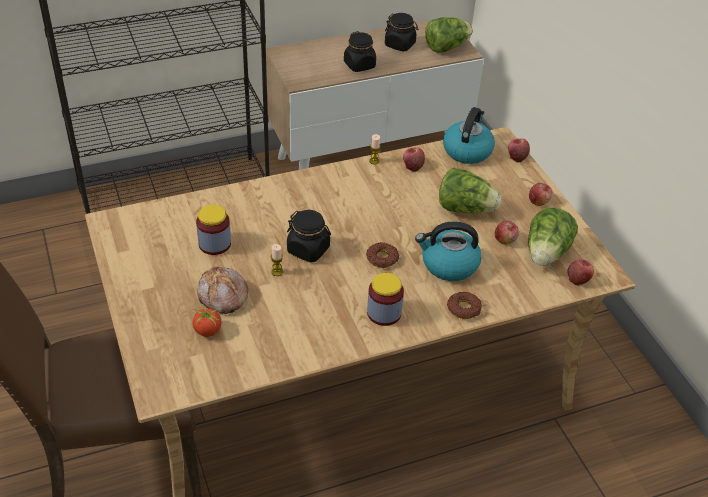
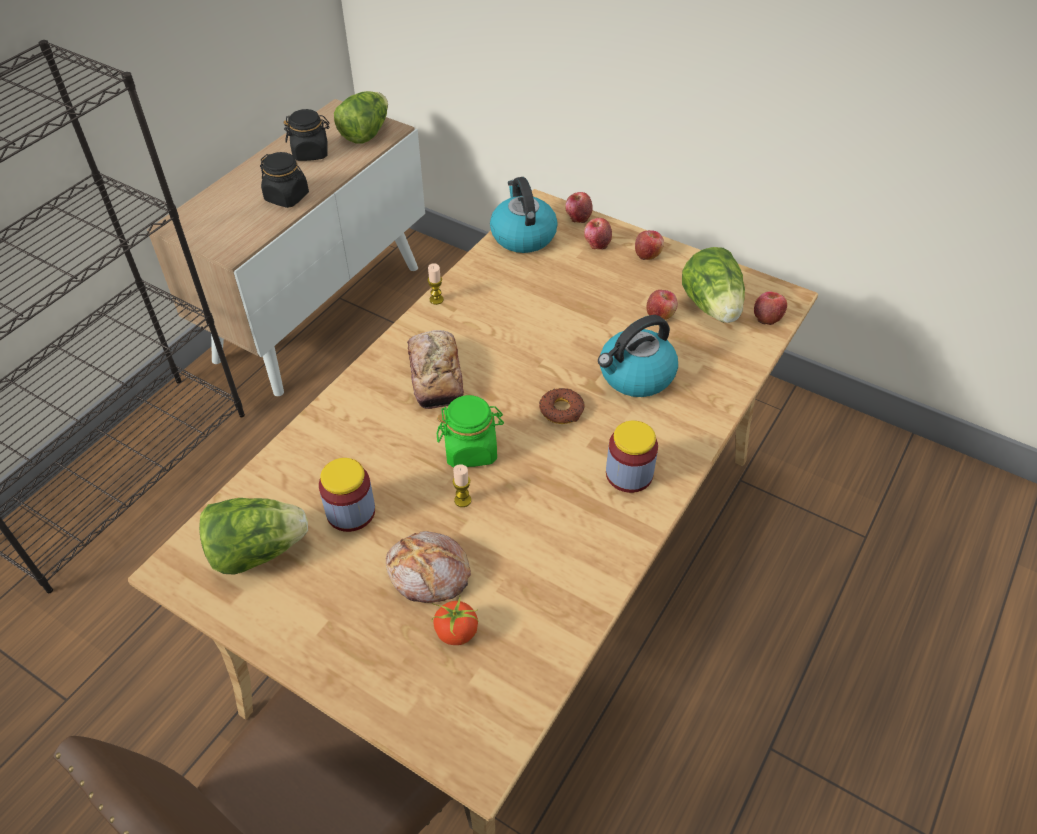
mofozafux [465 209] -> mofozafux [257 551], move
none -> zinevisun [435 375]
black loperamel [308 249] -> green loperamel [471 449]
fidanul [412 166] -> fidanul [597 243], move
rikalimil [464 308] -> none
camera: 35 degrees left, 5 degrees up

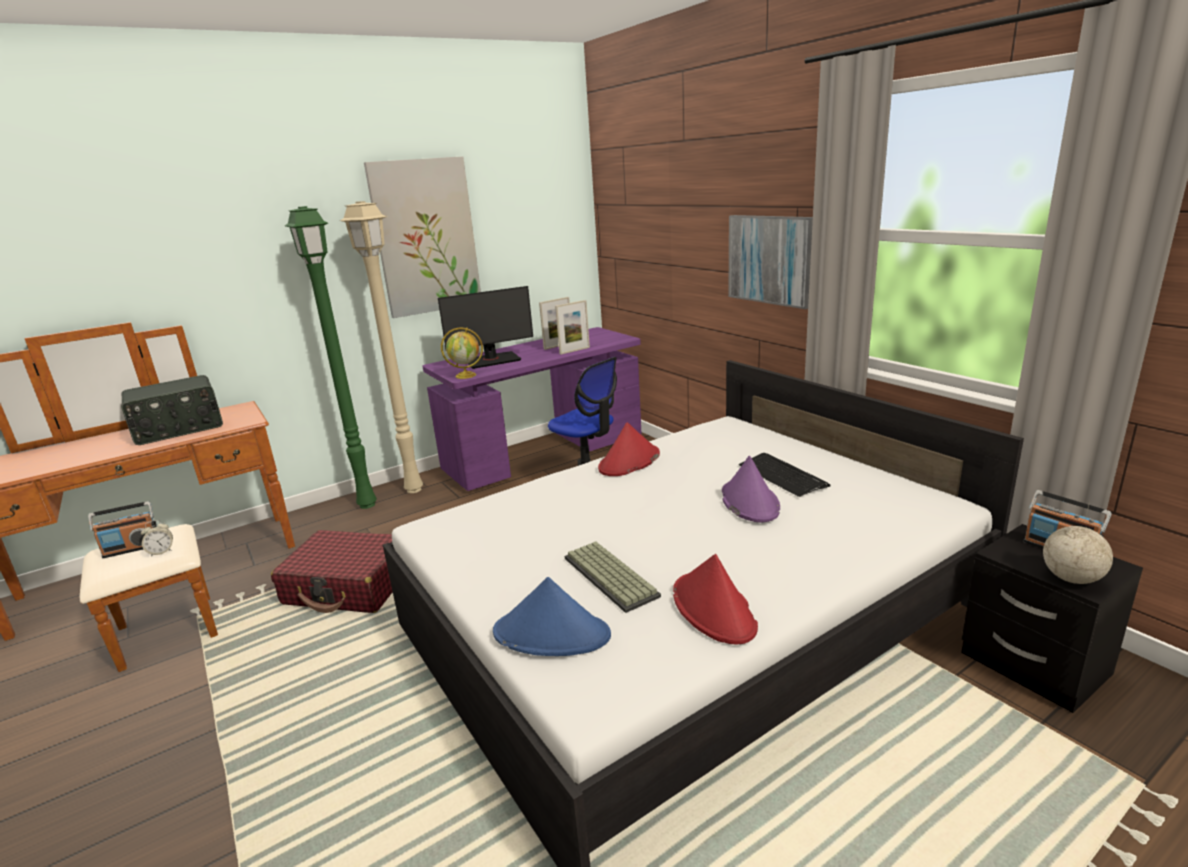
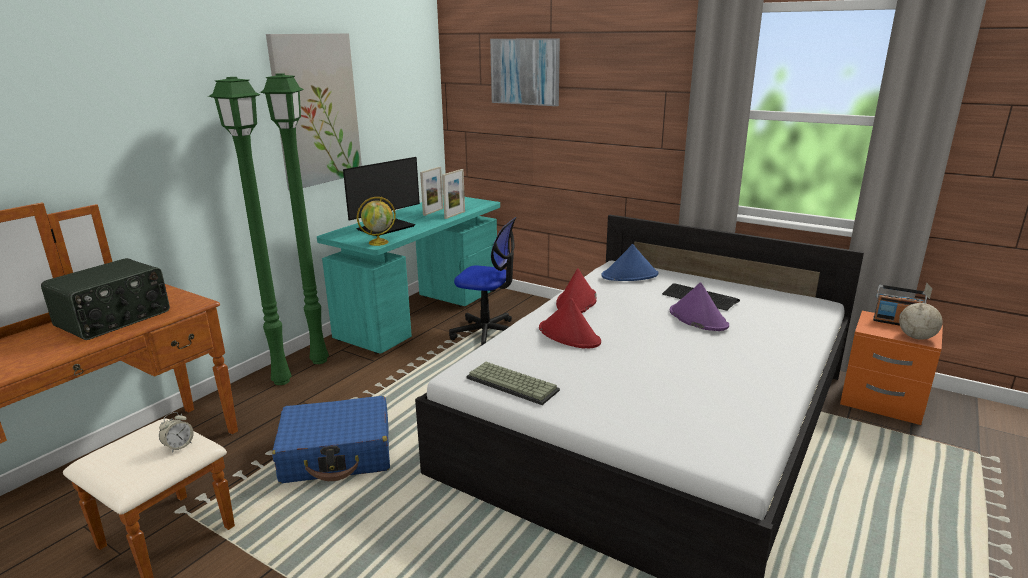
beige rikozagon [414 489] -> green rikozagon [319 360]
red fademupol [349 586] -> blue fademupol [337 453]
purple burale [544 454] -> turquoise burale [422 313]
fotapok [612 576] -> fotapok [514 384], move
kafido [770 259] -> kafido [525 71], move
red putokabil [714 609] -> red putokabil [569 335], move
blue putokabil [552 634] -> blue putokabil [630 275], move
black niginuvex [1032 665] -> orange niginuvex [881 403]
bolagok [132 548] -> none
camera: 25 degrees left, 0 degrees up

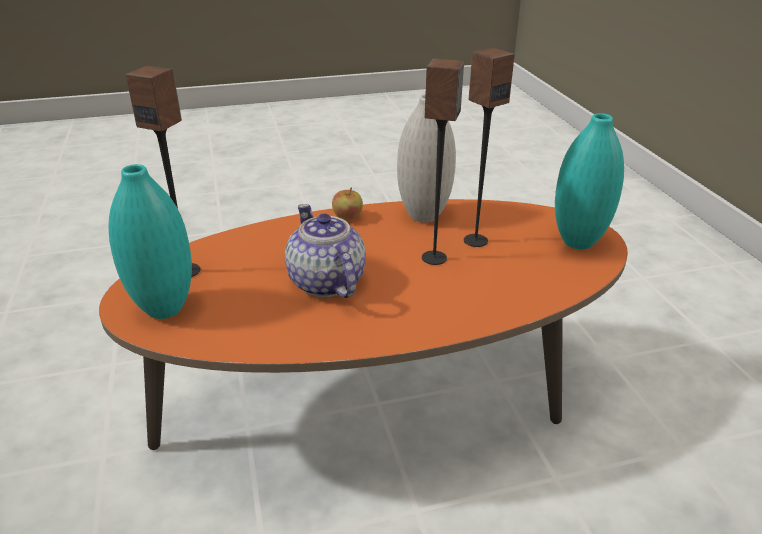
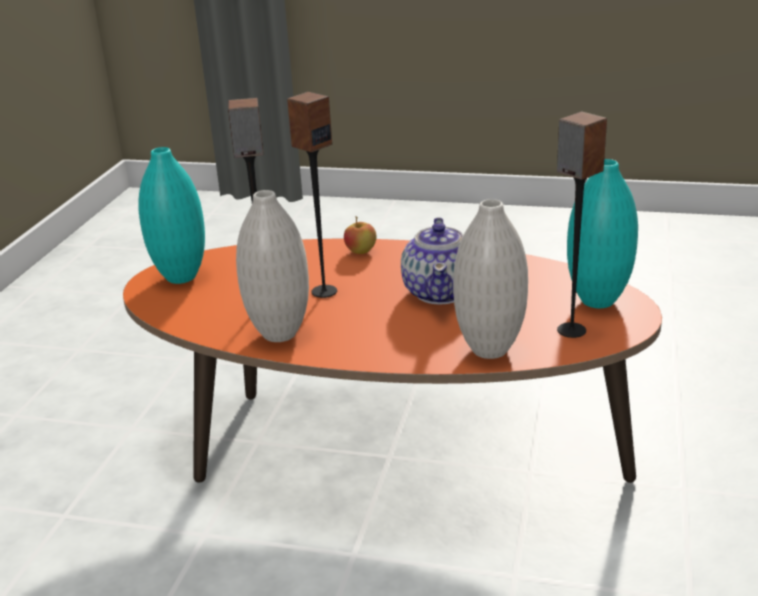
fidanul [347 217] -> fidanul [360 251], move
none -> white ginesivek [489 350]
camera: 150 degrees left, 5 degrees down

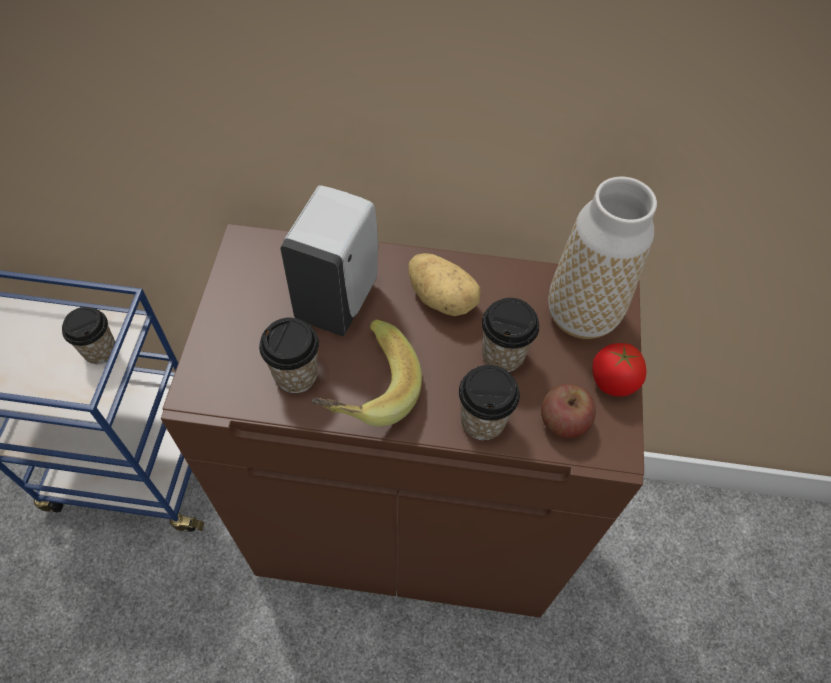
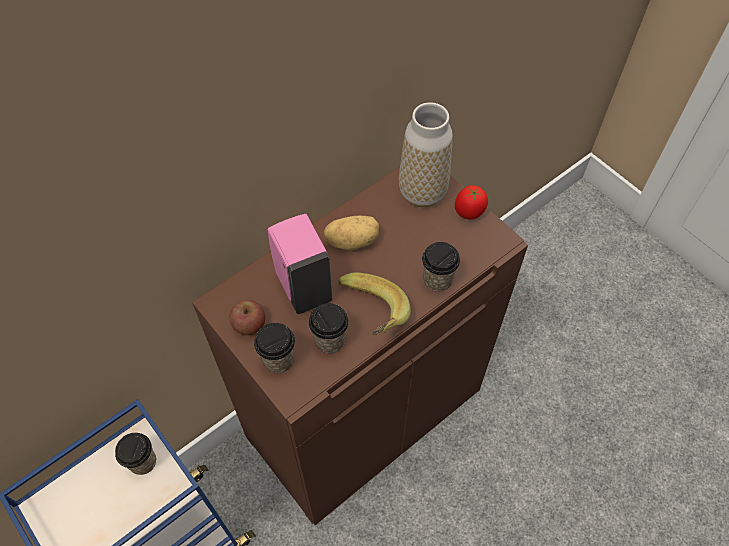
fidanul [563 421] -> fidanul [249 324], move
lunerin [503 355] -> lunerin [278 360], move
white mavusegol [339 298] -> pink mavusegol [303 286]
camera: 45 degrees left, 0 degrees up

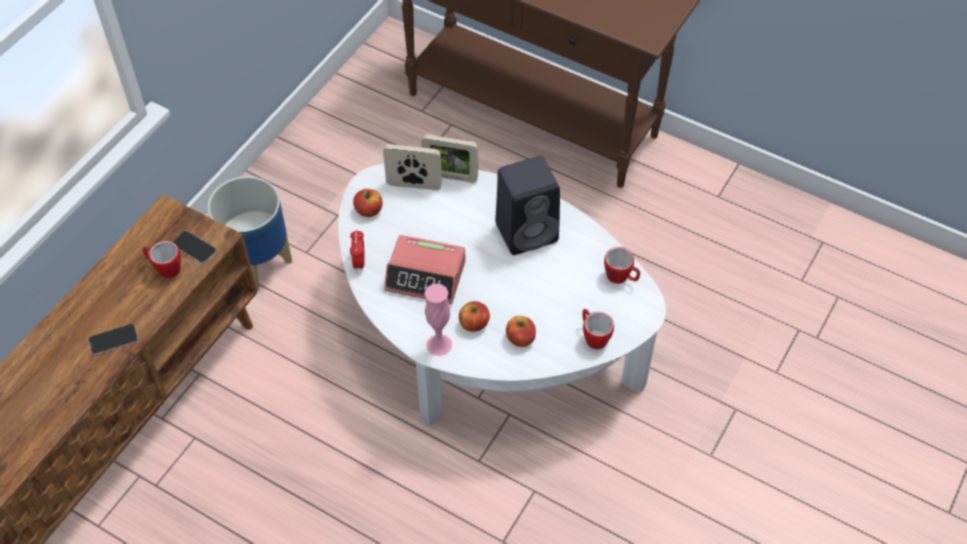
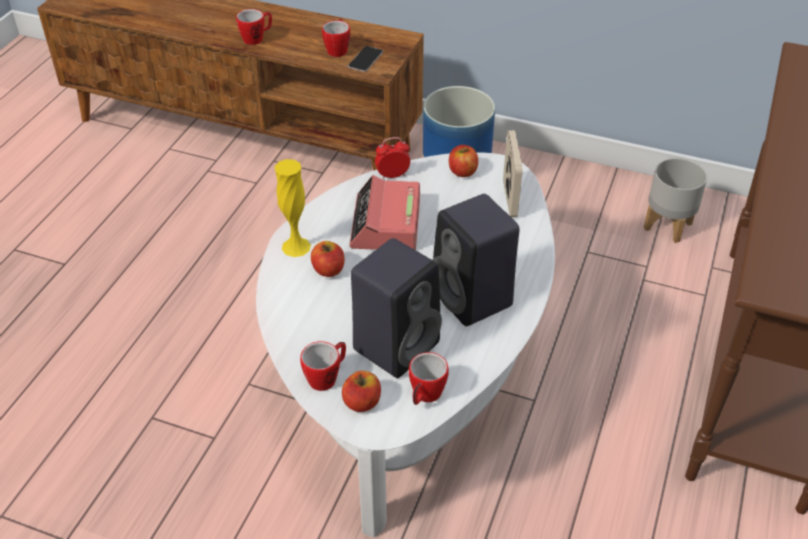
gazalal [113 340] -> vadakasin [257 38]
pink ginesivek [439 345] -> yellow ginesivek [296 247]
fidanul [520 338] -> fidanul [362 402], move
none -> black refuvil [397 344]
none -> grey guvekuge [667 226]
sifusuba [450 176] -> none
camera: 80 degrees right, 10 degrees down

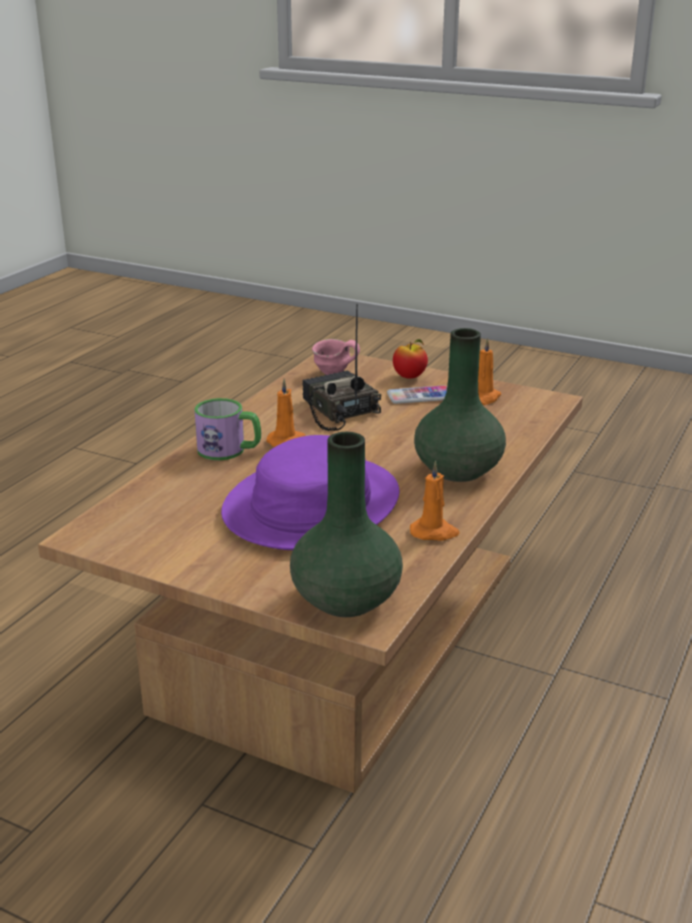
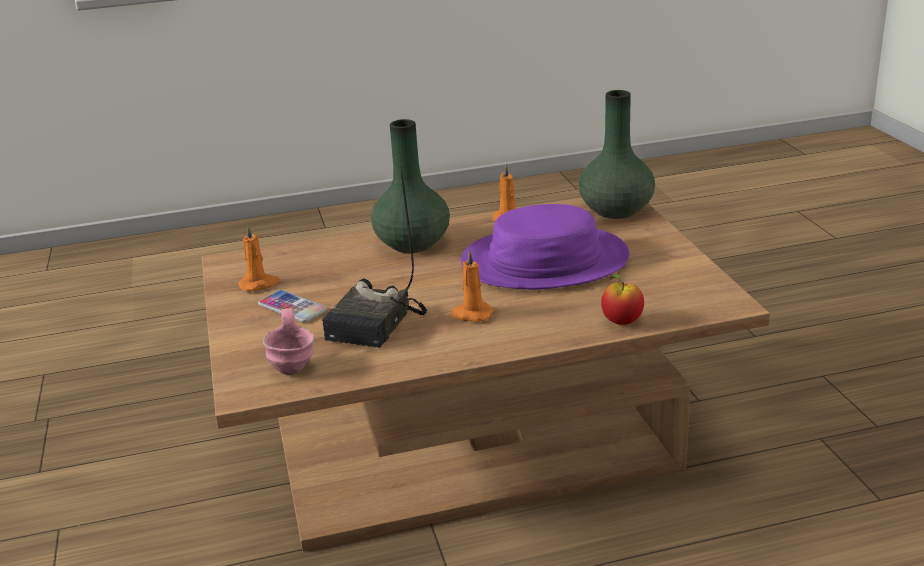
fidanul [409 377] -> fidanul [622 322], move
vadakasin [229 450] -> none
camera: 130 degrees left, 0 degrees up

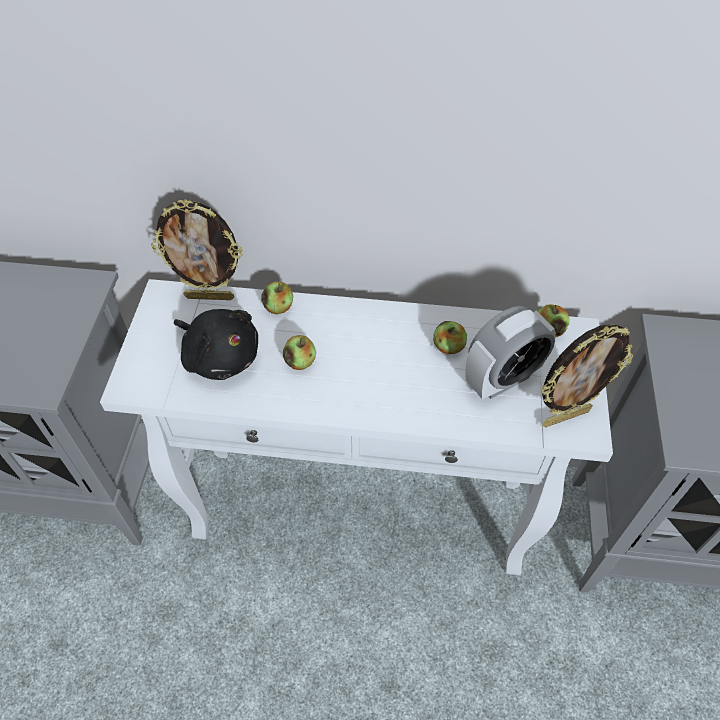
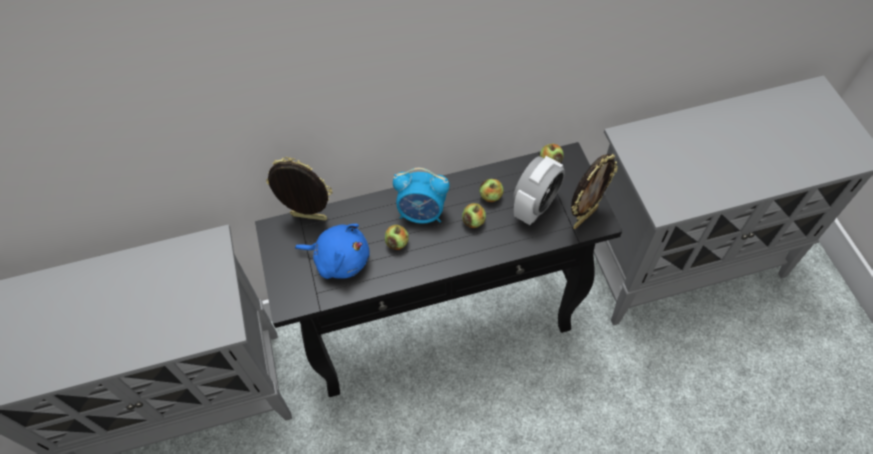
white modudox [363 507] -> black modudox [443 326]
sifusuba [210 296] -> sifusuba [308 218], 150 degrees counterclockwise
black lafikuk [220 356] -> blue lafikuk [339 259]
none -> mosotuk [422 213]
fidanul [278 307] -> fidanul [473 221], move
camera: 20 degrees left, 5 degrees up

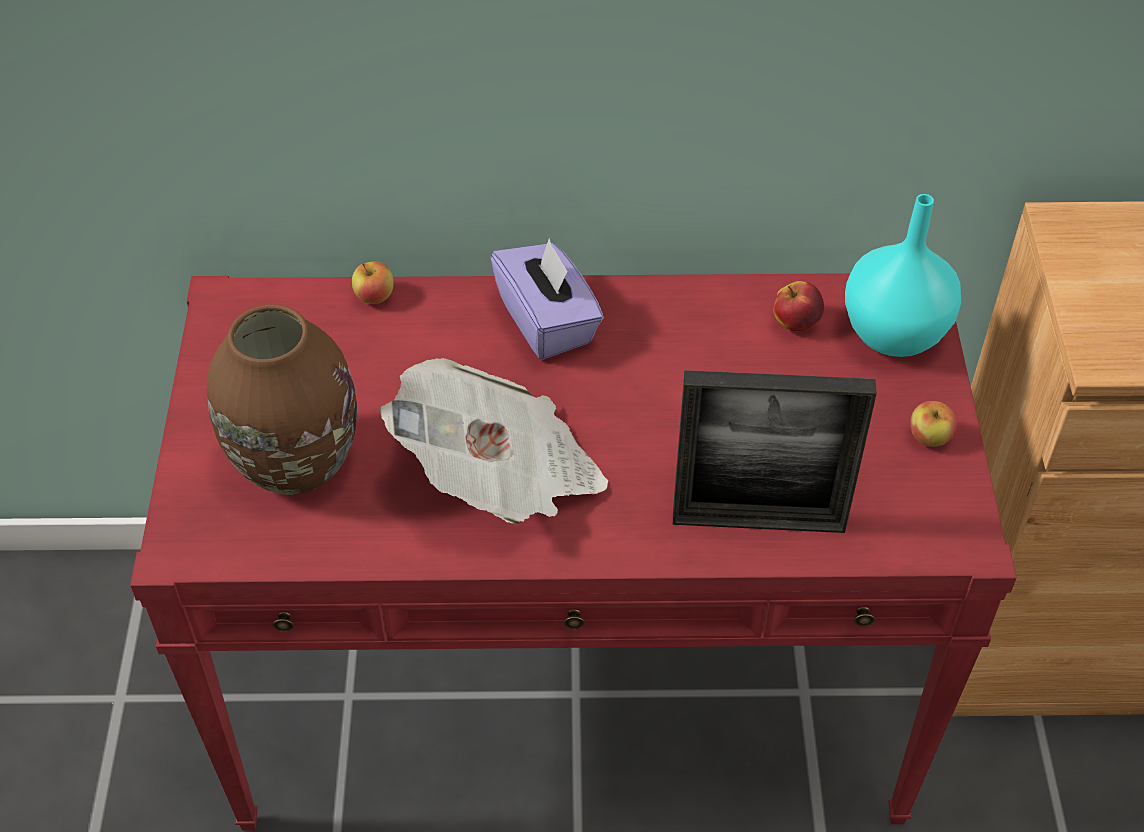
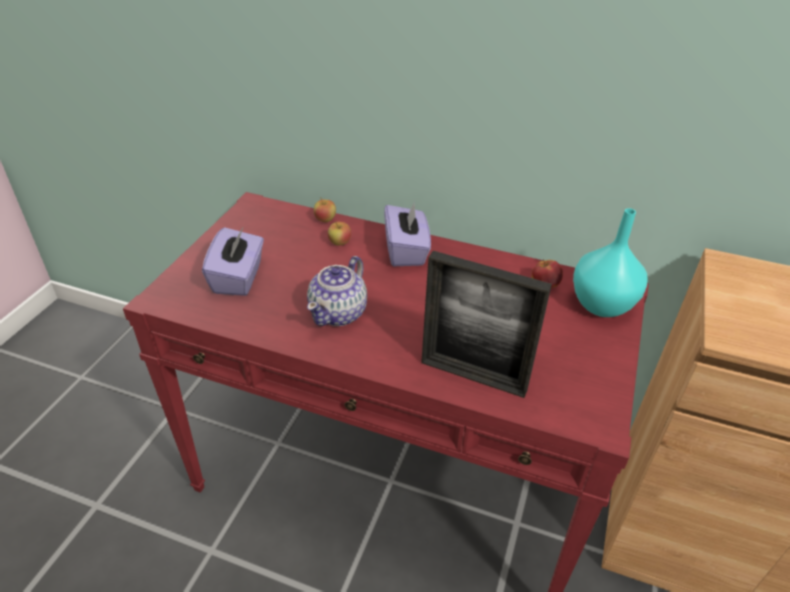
brown ginesivek [294 463] -> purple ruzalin [238 278]
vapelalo [500 476] -> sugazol [339 313]
fidanul [929 438] -> fidanul [339 243], move
camera: 20 degrees right, 10 degrees down

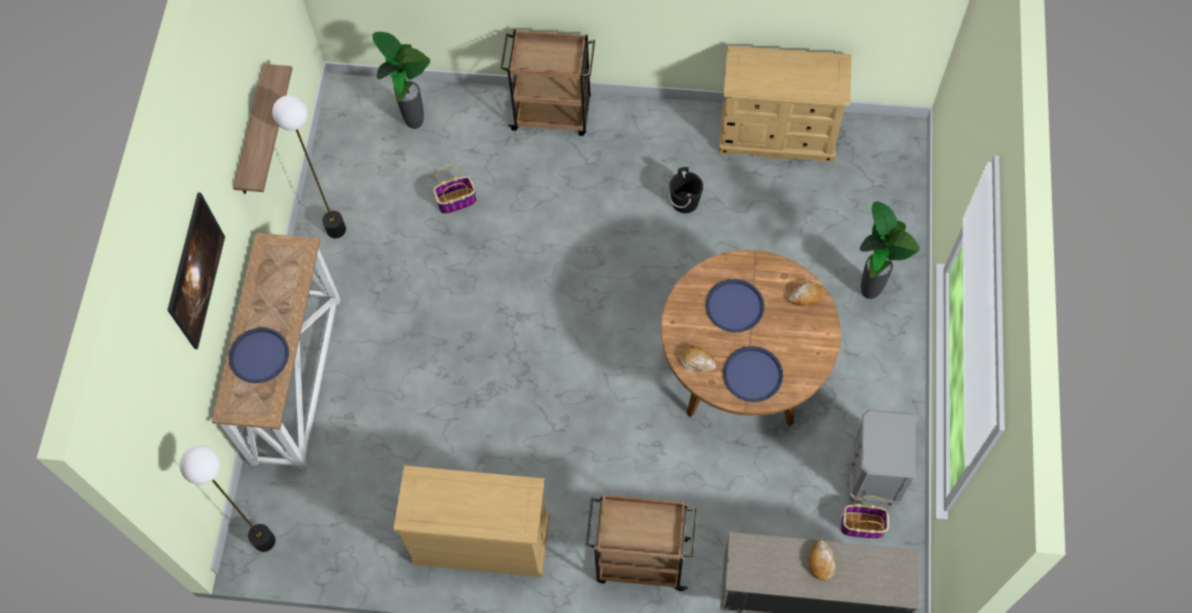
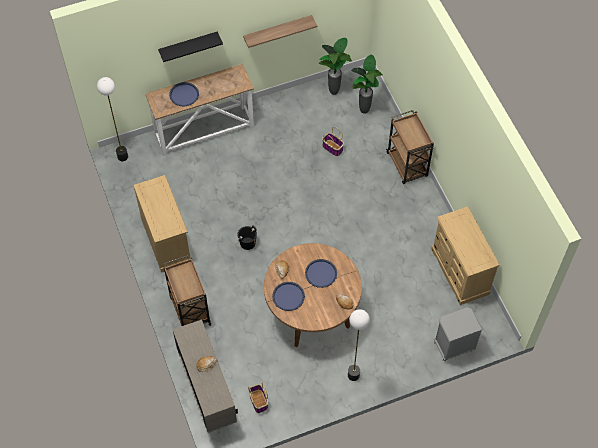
kafido [202 281] -> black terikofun [188 45]
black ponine [685 201] -> black ponine [247 243], move
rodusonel [869 291] -> rodusonel [334 92], move
rikozagon [336 229] -> rikozagon [353 375], move
grey niginuvex [873 476] -> grey niginuvex [453 346], move
camera: 60 degrees right, 5 degrees down

